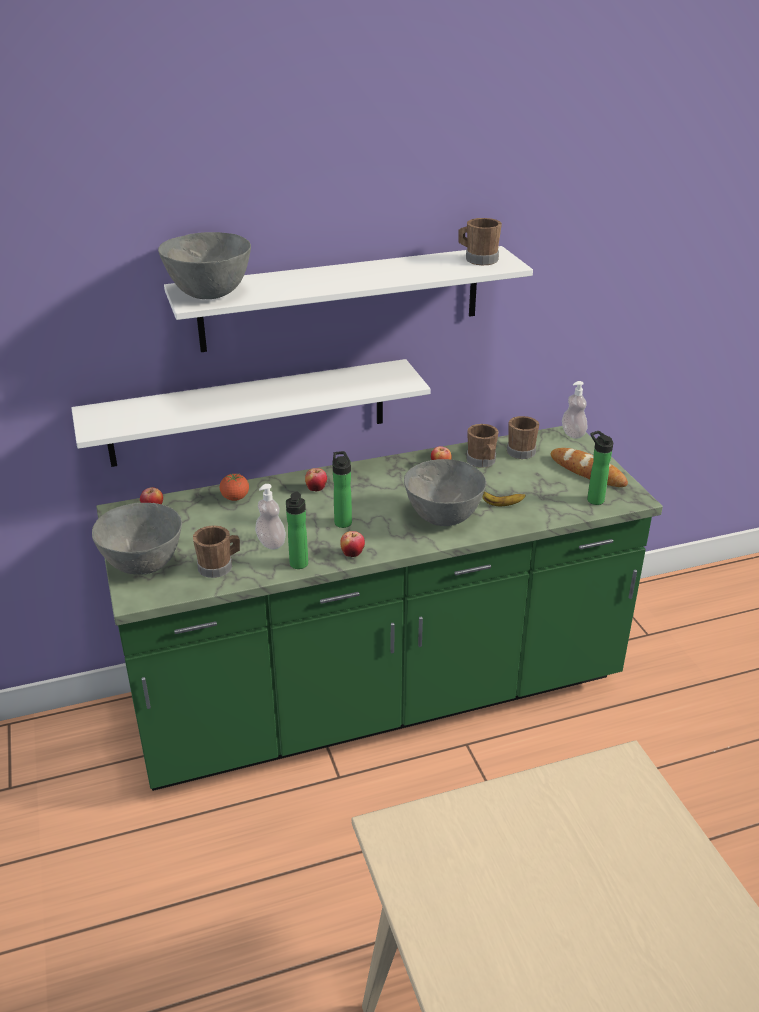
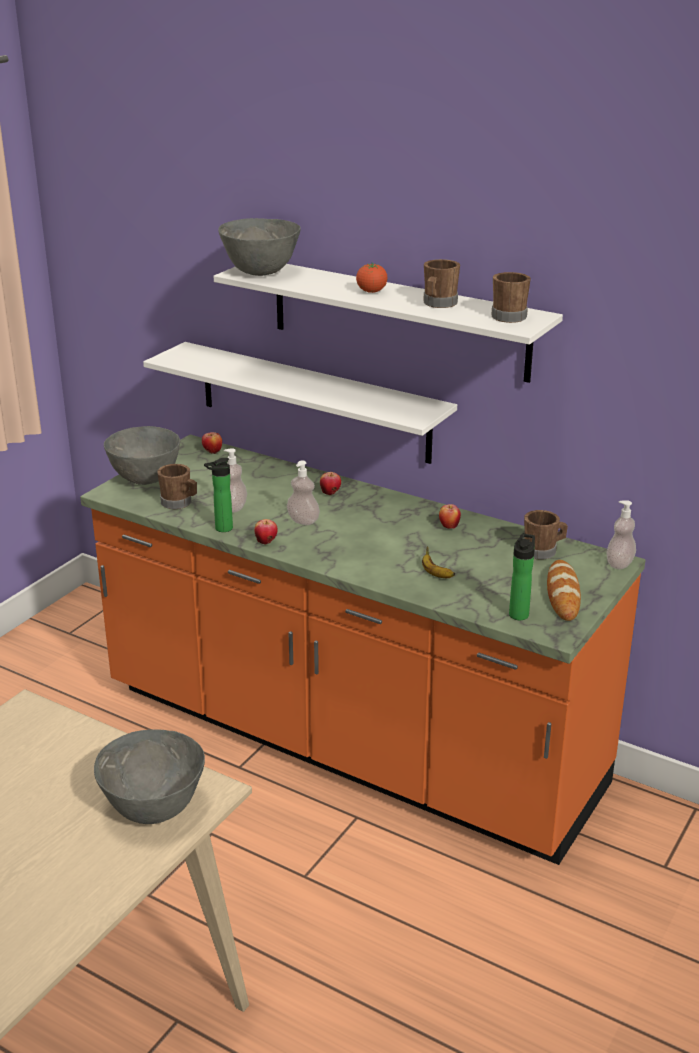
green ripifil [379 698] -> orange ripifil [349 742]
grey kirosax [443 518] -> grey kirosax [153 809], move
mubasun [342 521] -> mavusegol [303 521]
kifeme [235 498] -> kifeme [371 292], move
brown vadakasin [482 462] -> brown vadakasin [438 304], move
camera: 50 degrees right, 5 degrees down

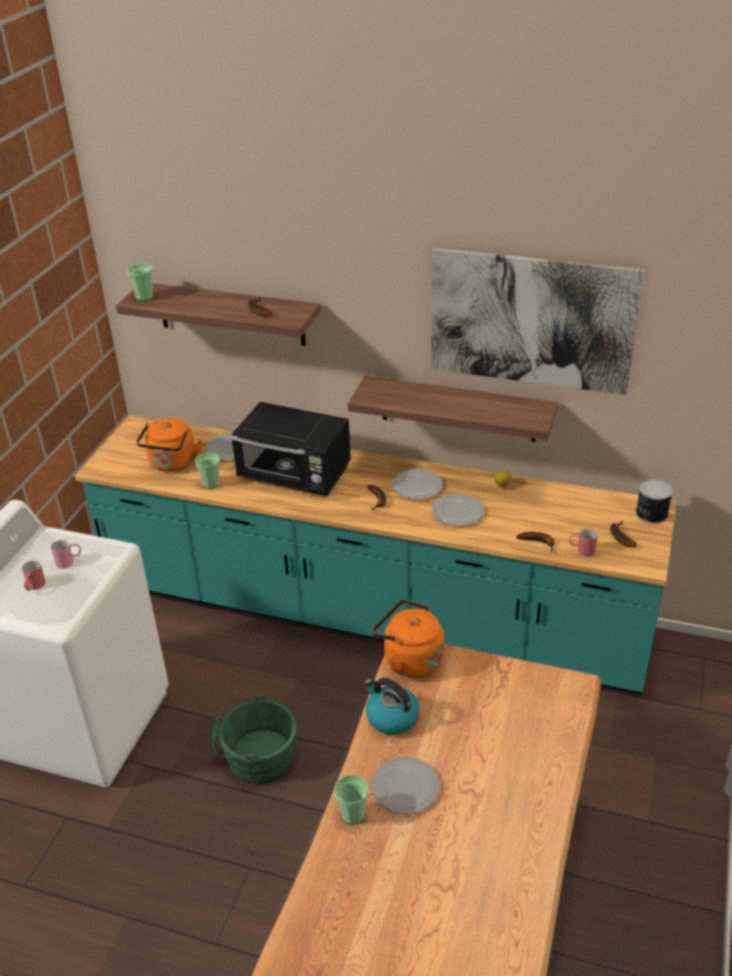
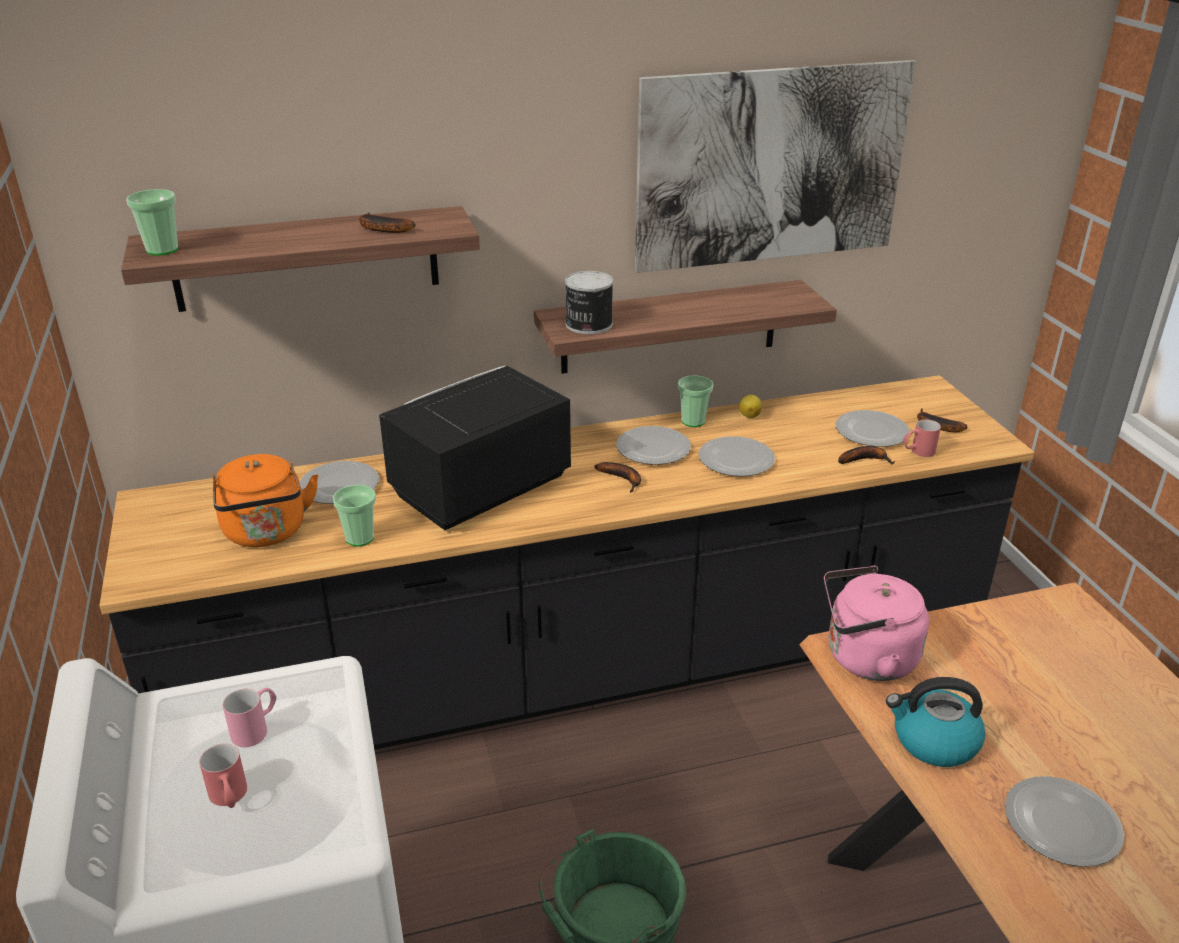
turquoise ripifil [370 615] -> black ripifil [589 672]
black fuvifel [295 476] -> black fuvifel [478 488], 150 degrees clockwise
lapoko [650 514] -> lapoko [588 324], move
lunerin [353 814] -> lunerin [693 421], move
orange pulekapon [409 660] -> pink pulekapon [865 658]
none -> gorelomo [871 432]
camera: 35 degrees left, 5 degrees down

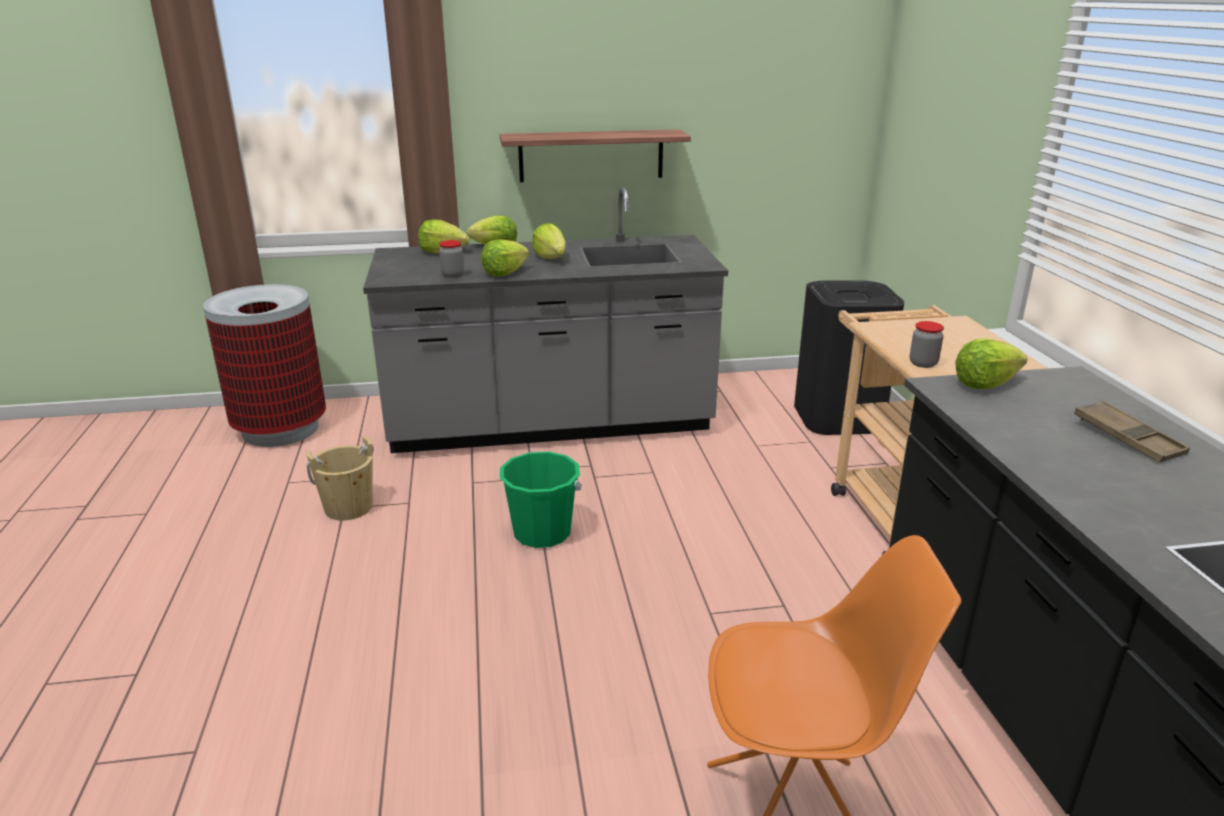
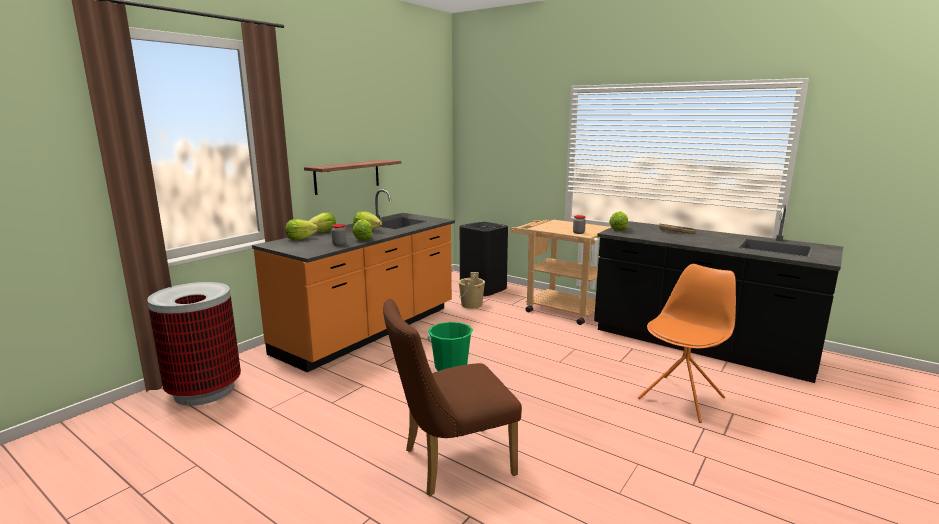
grey ripifil [550 424] -> orange ripifil [369 330]
none -> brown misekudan [450 463]
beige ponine [348 507] -> beige ponine [471 305], move
camera: 45 degrees left, 10 degrees down

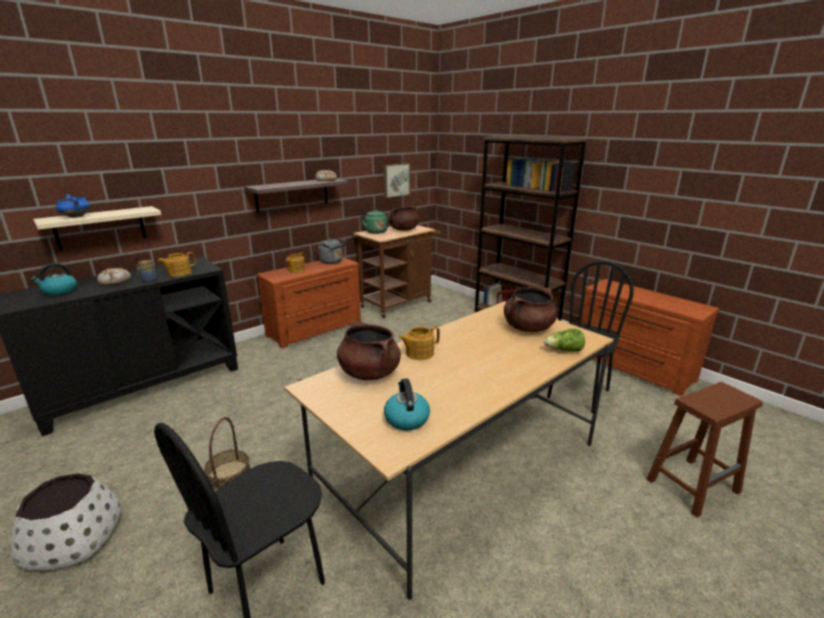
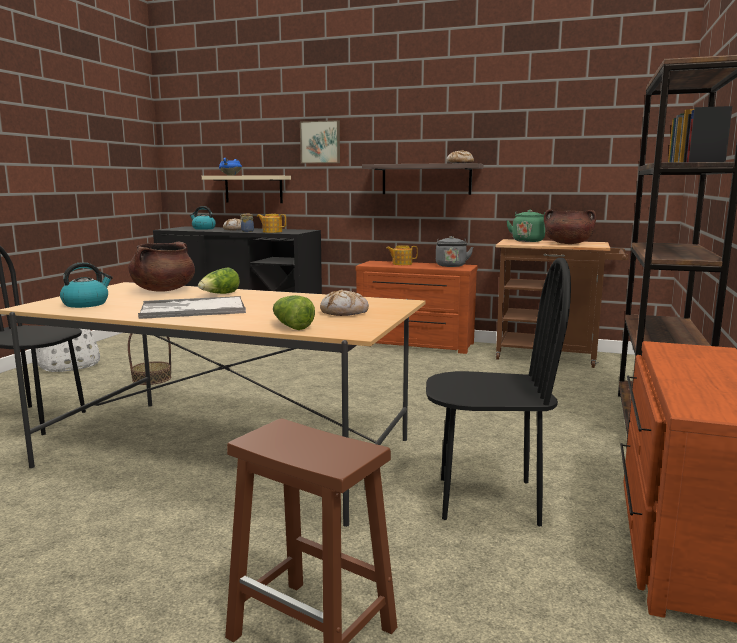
none -> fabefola [192 309]
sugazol [419 353] -> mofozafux [220 294]
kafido [396 180] -> kafido [320 142], move
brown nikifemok [528 328] -> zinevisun [344 312]
camera: 60 degrees right, 10 degrees down

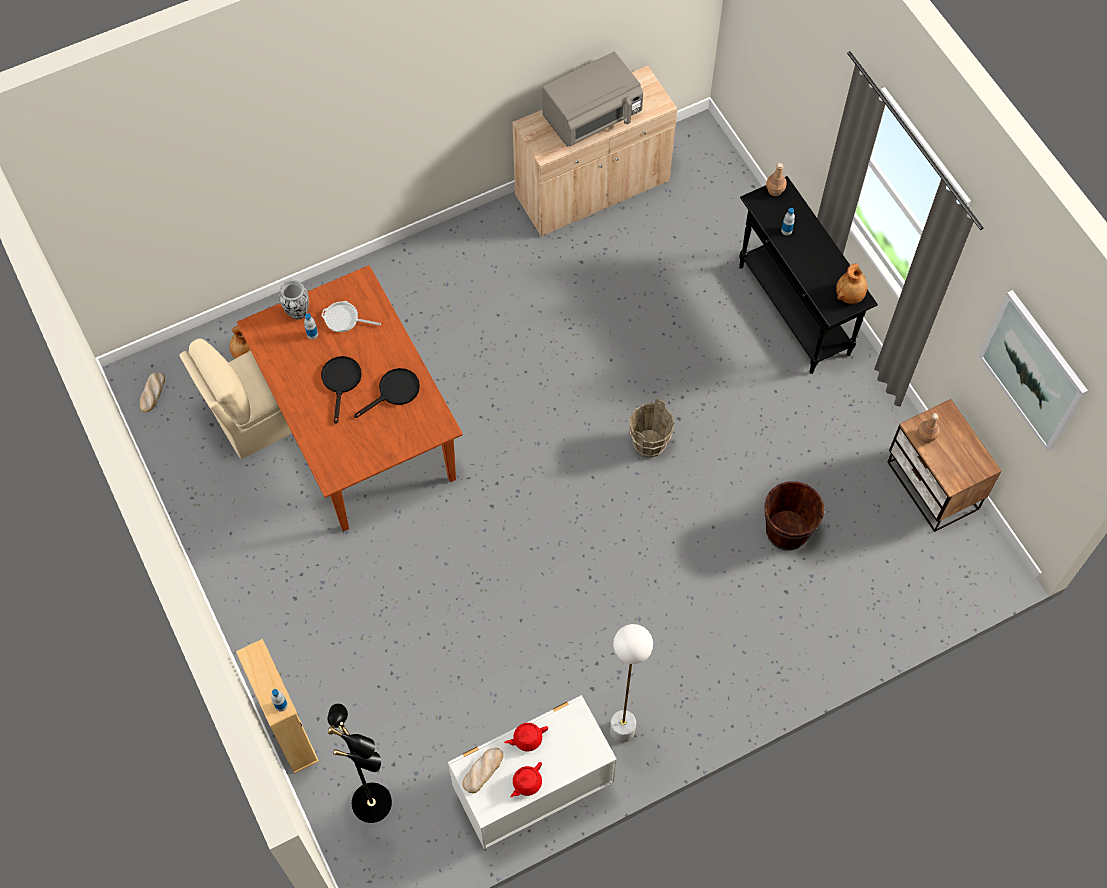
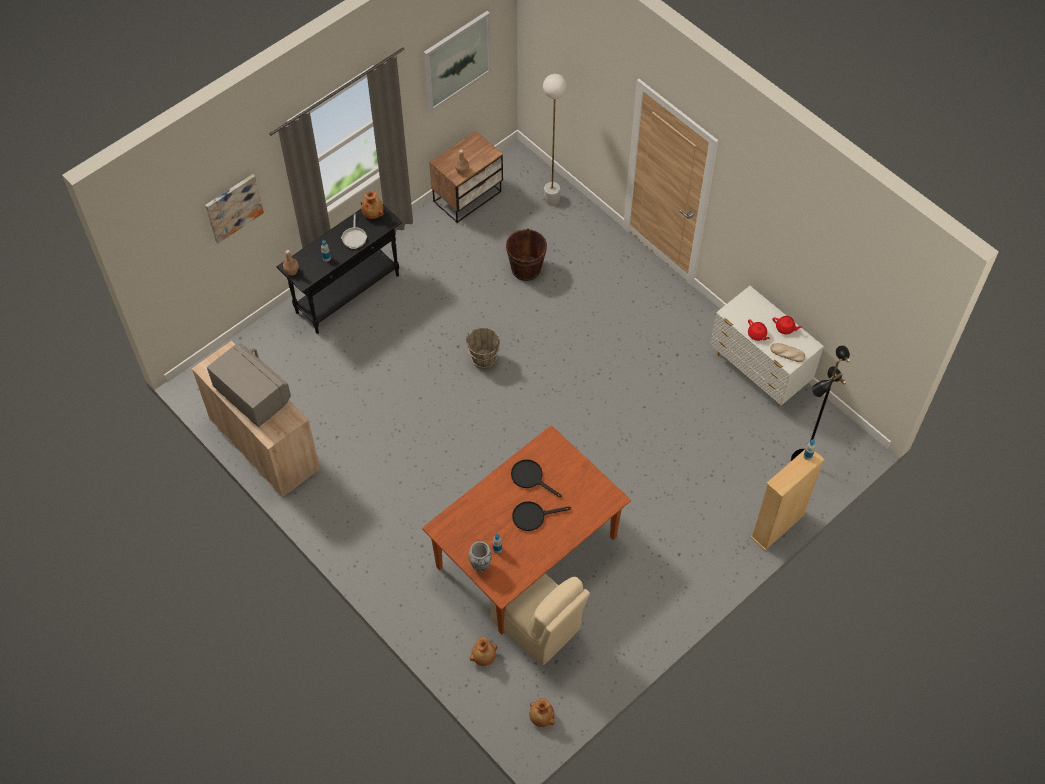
none -> kafido [233 207]
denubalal [344 319] -> denubalal [354 237], move
zinevisun [152 393] -> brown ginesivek [541 718]
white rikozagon [622 730] -> white rikozagon [552 198], move
camera: 105 degrees left, 5 degrees down

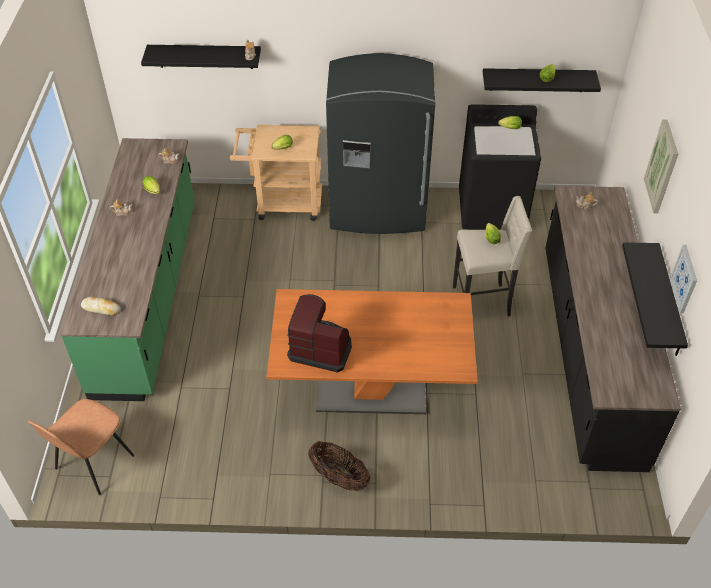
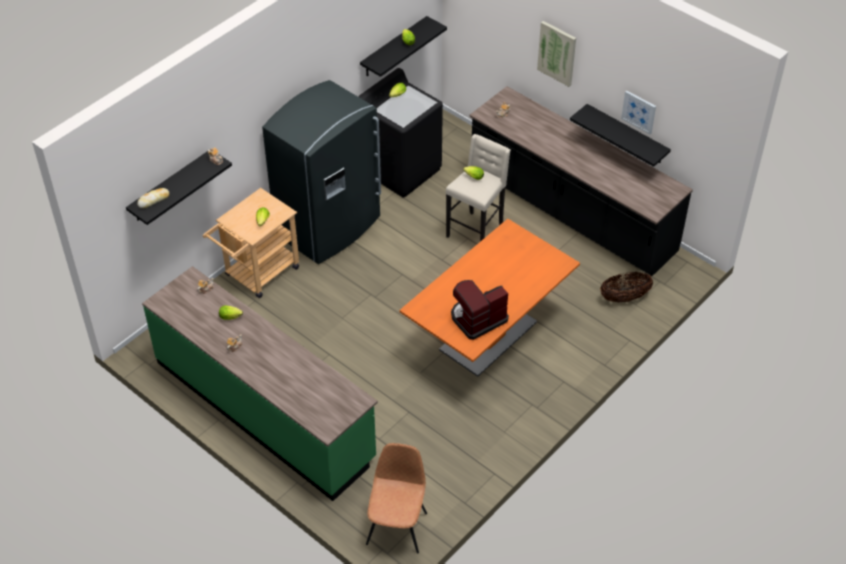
zinevisun [101 308] -> zinevisun [153 200], move
brown misekudan [93 463] -> brown misekudan [397 527], 150 degrees counterclockwise
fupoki [339 477] -> fupoki [624 297], move
camera: 50 degrees left, 0 degrees up

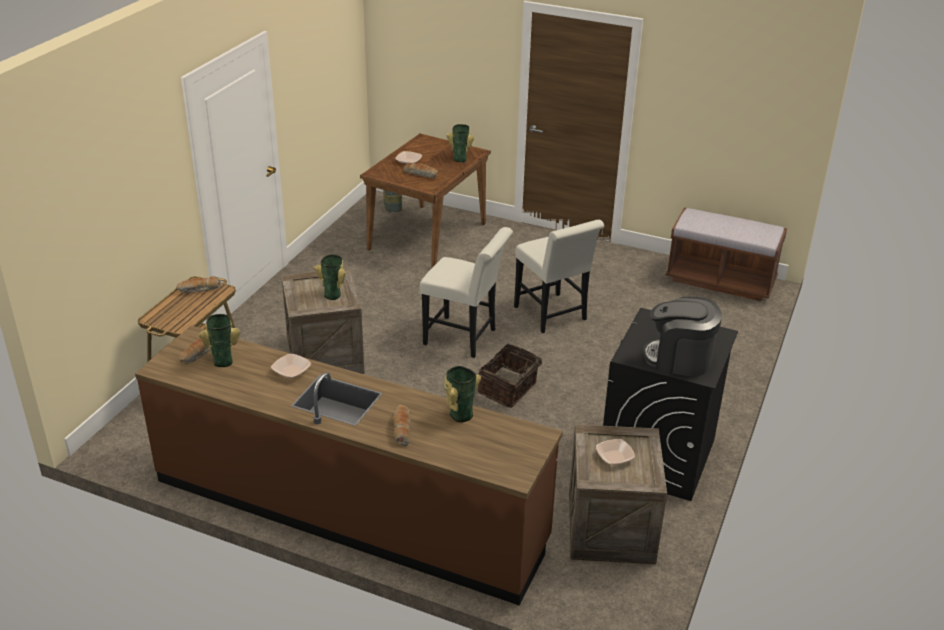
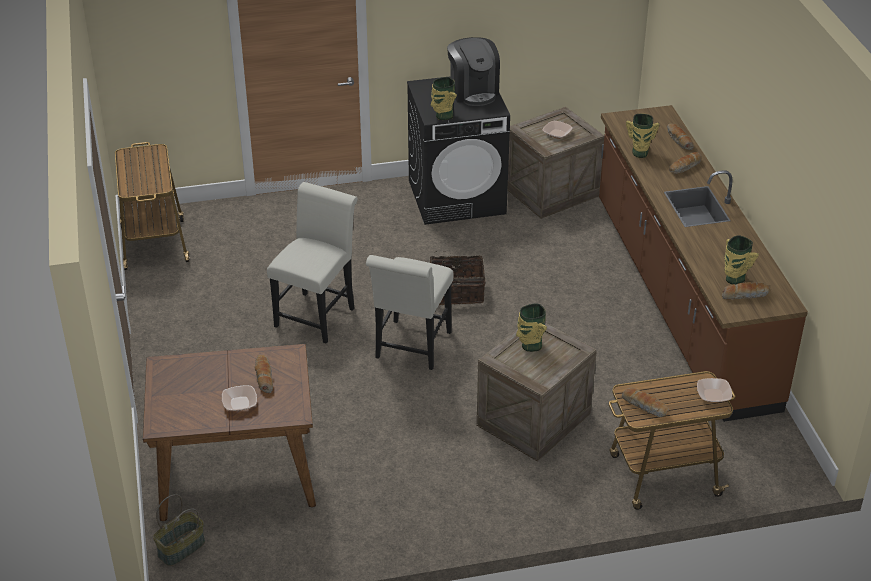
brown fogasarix [720 281] -> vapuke [154 243]
white misekudan [465 338] -> white misekudan [411 348], 150 degrees counterclockwise
ginesivek [460 158] -> ginesivek [443 116], move
none -> zinevisun [678 140]
kirosax [291 371] -> kirosax [713 395], move
camera: 125 degrees left, 5 degrees up

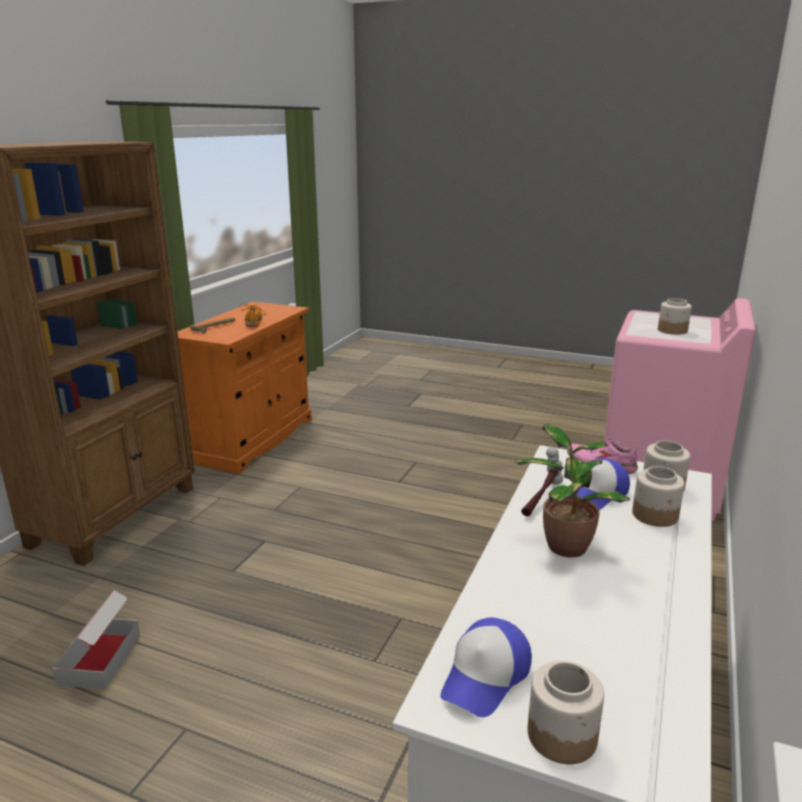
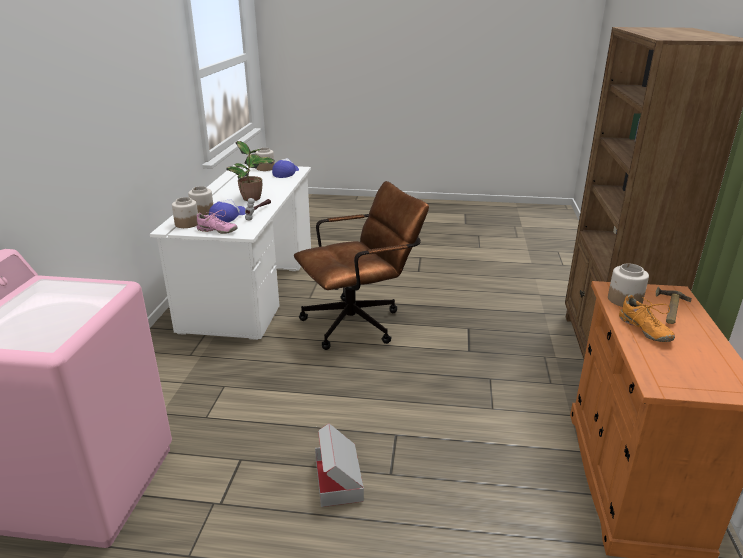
none -> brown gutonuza [360 322]
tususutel [100 659] -> tususutel [338 480], move
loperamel [672 330] -> loperamel [624 300], move
camera: 165 degrees right, 5 degrees up

